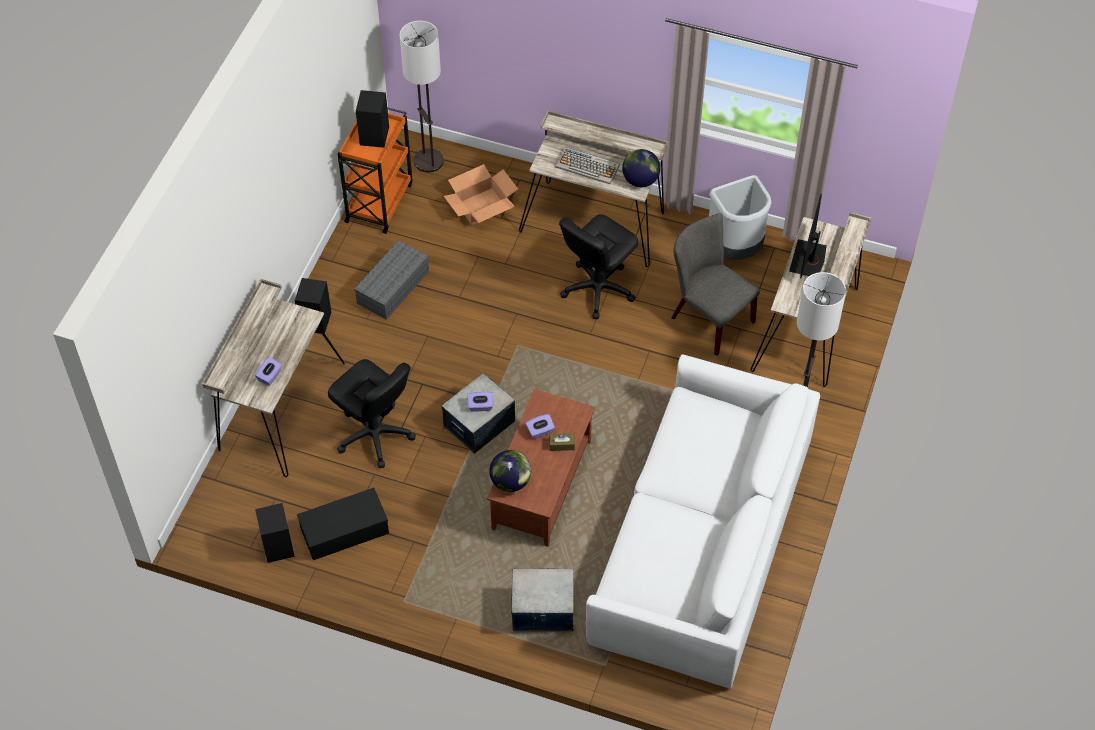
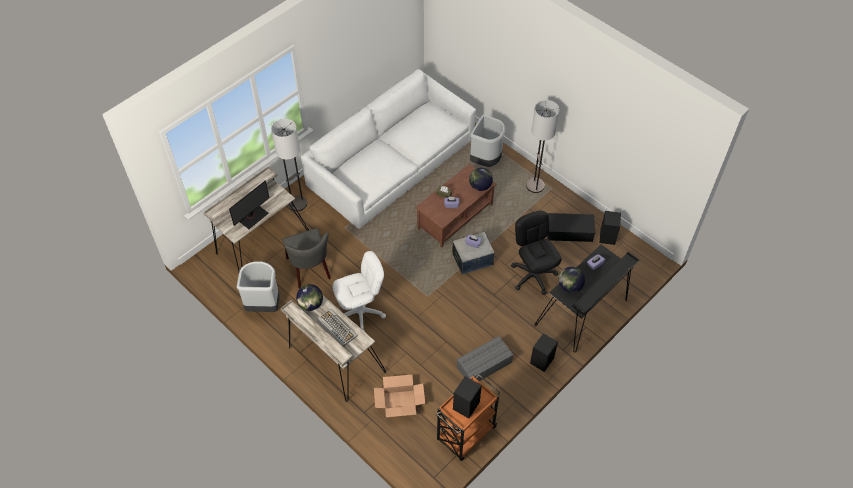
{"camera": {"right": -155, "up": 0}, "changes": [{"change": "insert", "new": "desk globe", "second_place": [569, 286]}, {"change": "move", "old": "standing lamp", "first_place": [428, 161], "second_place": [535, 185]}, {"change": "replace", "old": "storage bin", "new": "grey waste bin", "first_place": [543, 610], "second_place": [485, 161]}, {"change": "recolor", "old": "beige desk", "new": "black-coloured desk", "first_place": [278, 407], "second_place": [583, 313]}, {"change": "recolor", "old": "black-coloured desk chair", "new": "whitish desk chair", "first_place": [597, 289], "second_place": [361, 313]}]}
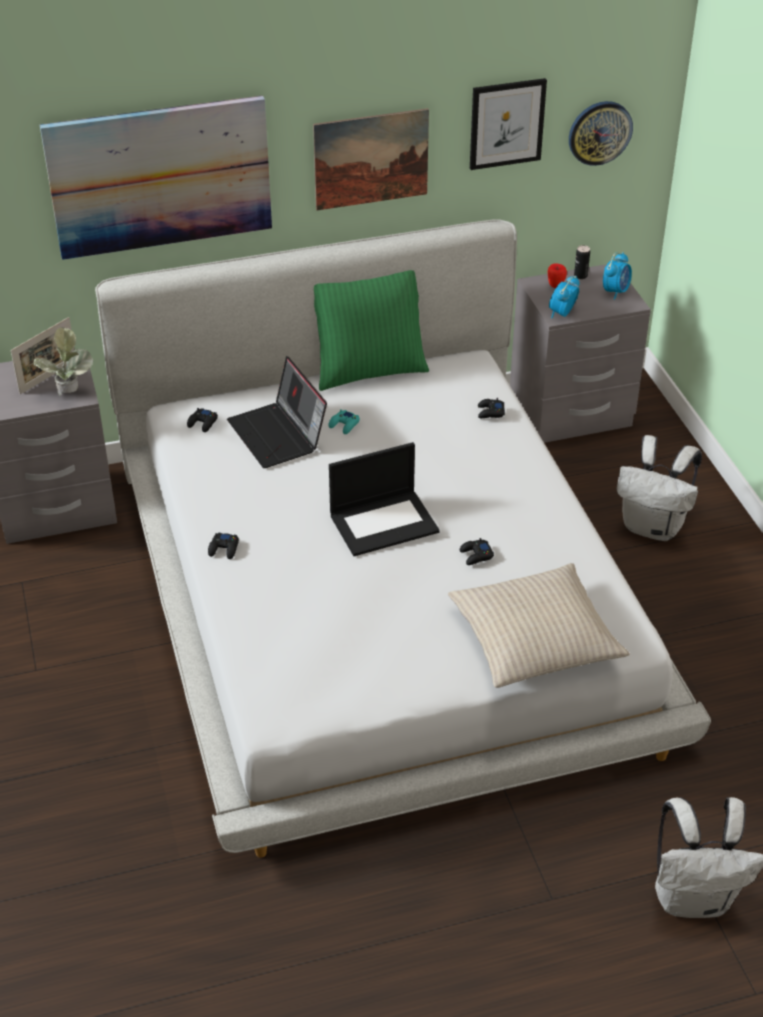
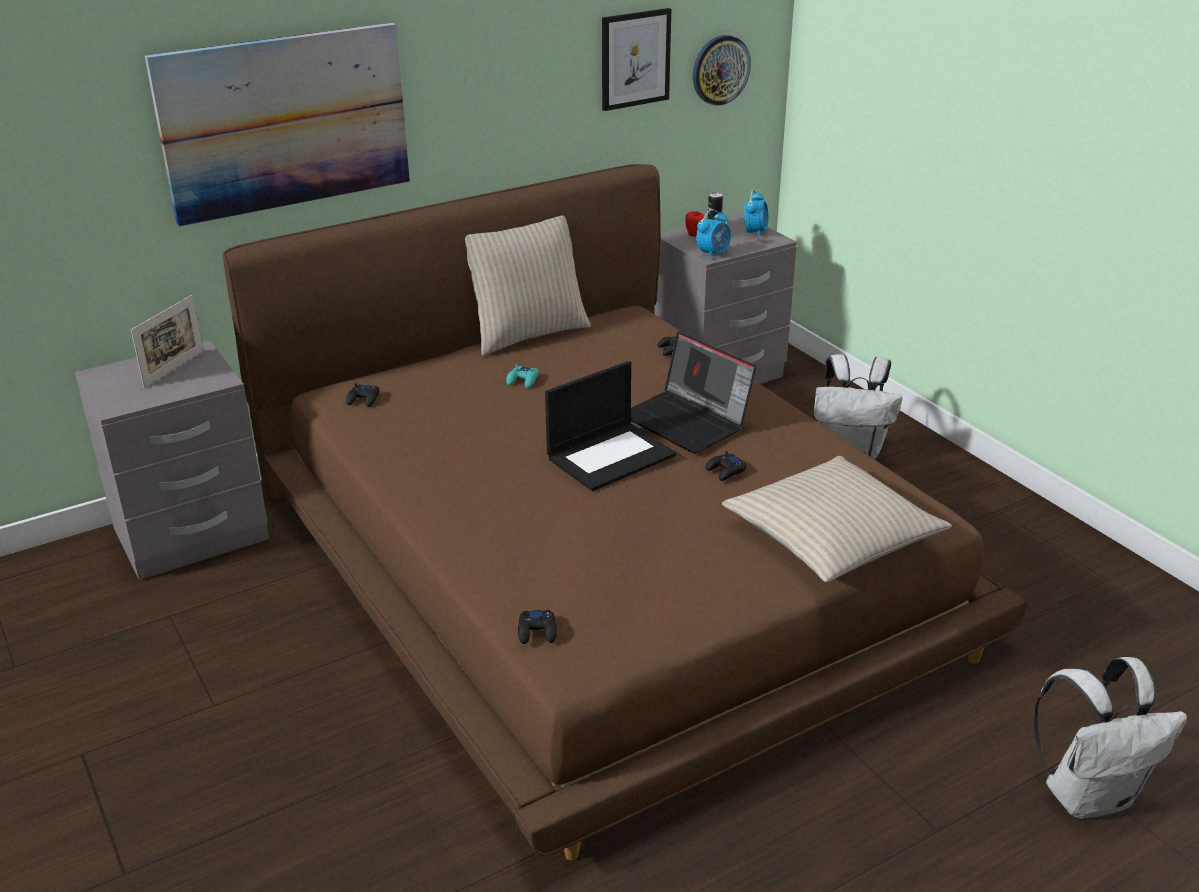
{"camera": {"right": -15, "up": -10}, "changes": [{"change": "delete", "old": "potted plant", "first_place": [70, 395]}, {"change": "delete", "old": "picture", "first_place": [371, 159]}, {"change": "move", "old": "black-coloured joypad", "first_place": [224, 549], "second_place": [537, 631]}, {"change": "move", "old": "portable computer", "first_place": [278, 435], "second_place": [688, 421]}, {"change": "recolor", "old": "whitish sleeping bed", "new": "brown sleeping bed", "first_place": [381, 598], "second_place": [600, 562]}, {"change": "recolor", "old": "greenish cushion", "new": "beige cushion", "first_place": [369, 370], "second_place": [527, 333]}, {"change": "rotate", "old": "alarm clock", "first_place": [562, 313], "second_place": [713, 254], "degrees": -150}]}
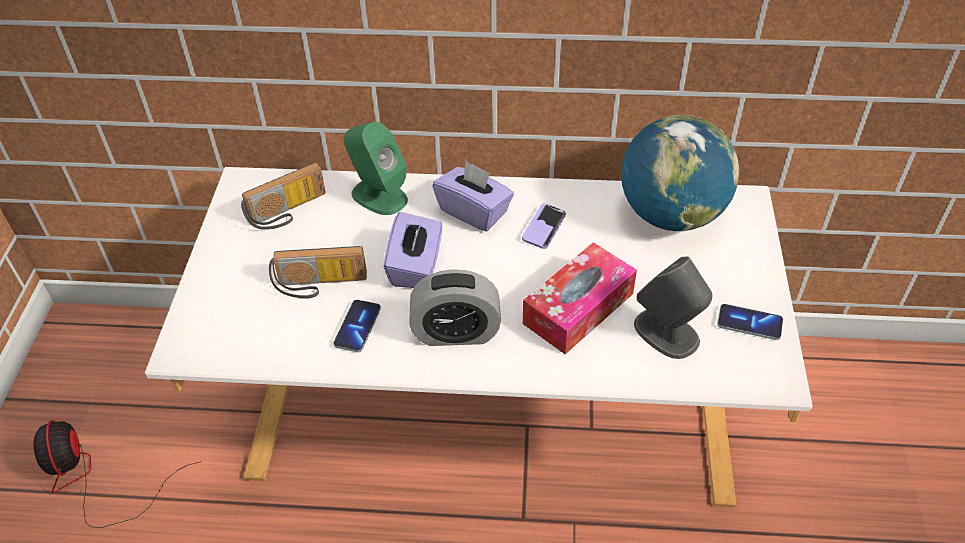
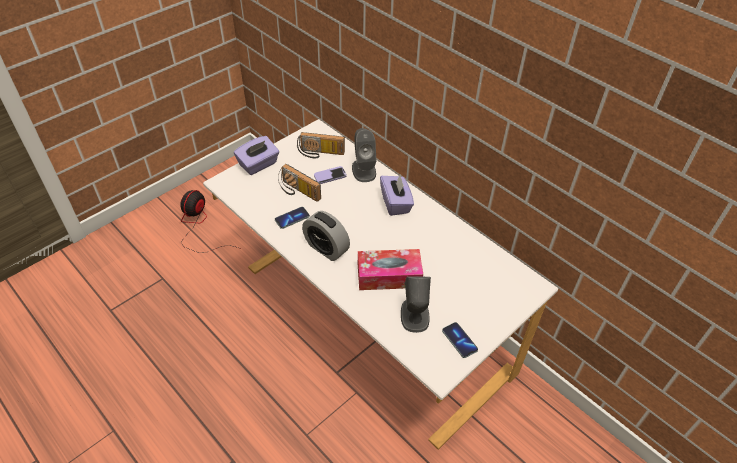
{"camera": {"right": 40, "up": 0}, "changes": [{"change": "delete", "old": "desk globe", "first_place": [671, 215]}, {"change": "move", "old": "purple-coloured tissue box", "first_place": [416, 267], "second_place": [258, 165]}, {"change": "move", "old": "phone", "first_place": [544, 227], "second_place": [330, 176]}, {"change": "recolor", "old": "greenish audio speaker", "new": "grey audio speaker", "first_place": [378, 196], "second_place": [363, 170]}]}
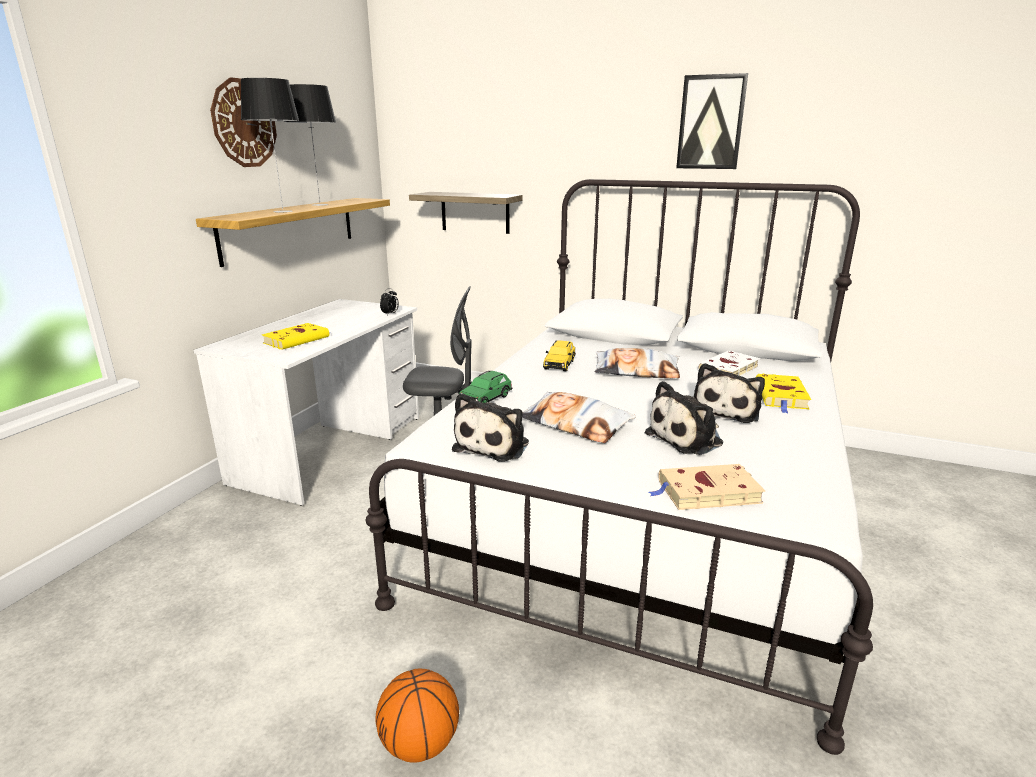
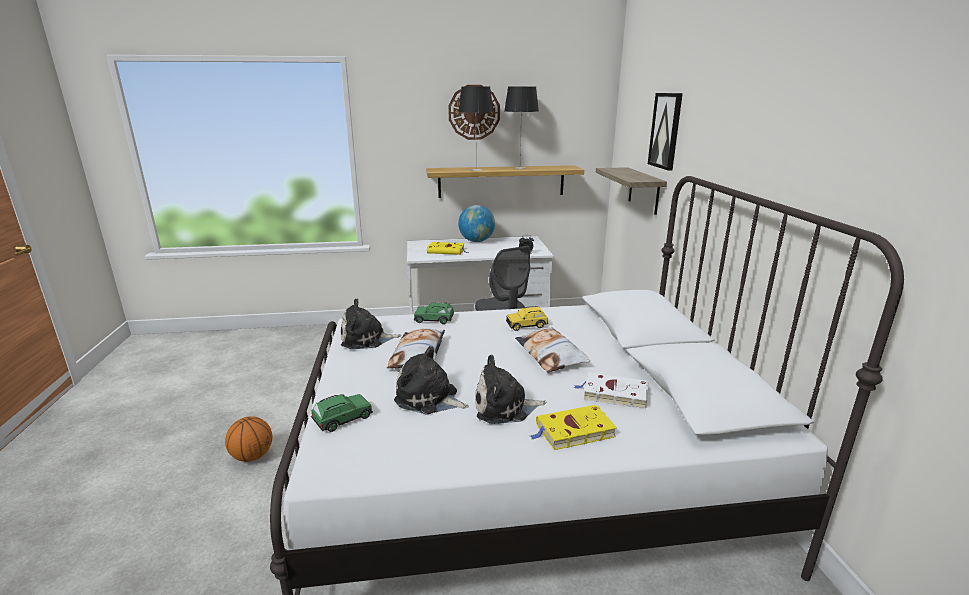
{"camera": {"right": 60, "up": 0}, "changes": [{"change": "insert", "new": "desk globe", "second_place": [476, 241]}, {"change": "move", "old": "picture", "first_place": [711, 122], "second_place": [666, 131]}, {"change": "replace", "old": "beige bound book", "new": "greenish model car", "first_place": [706, 492], "second_place": [342, 419]}]}
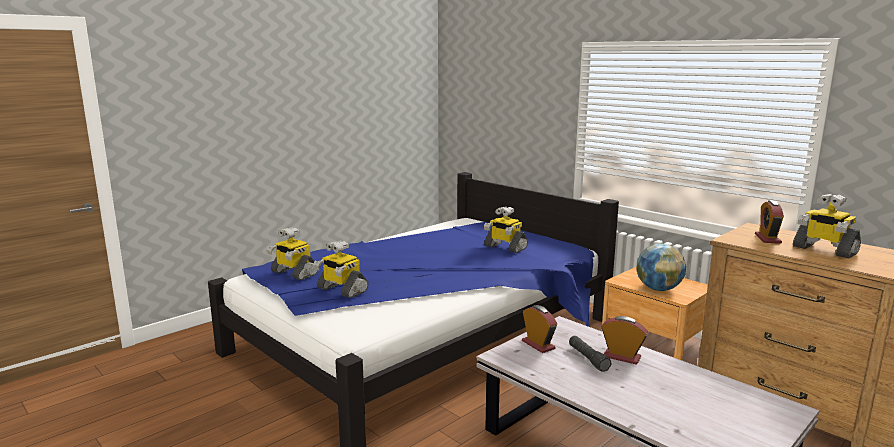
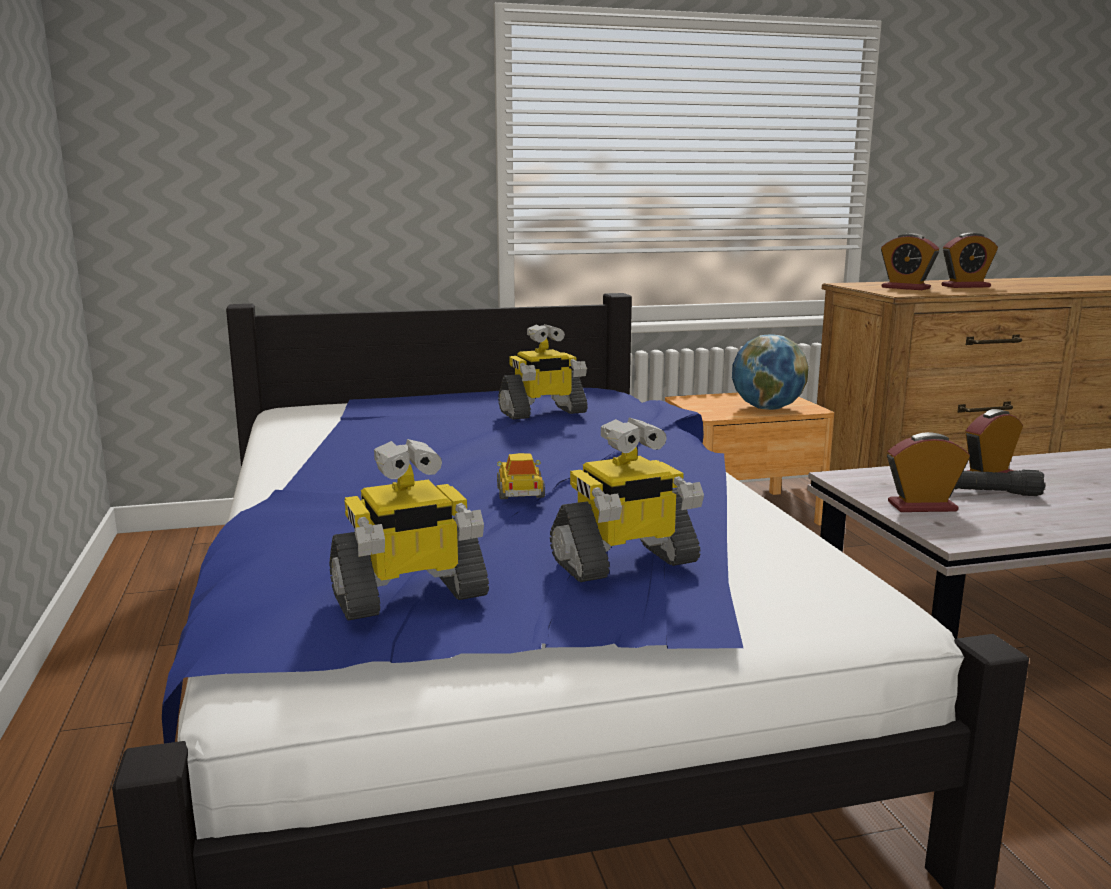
{"camera": {"right": -60, "up": 0}, "changes": [{"change": "insert", "new": "model car", "second_place": [520, 492]}, {"change": "replace", "old": "robot figure", "new": "alarm clock", "first_place": [824, 250], "second_place": [965, 286]}]}
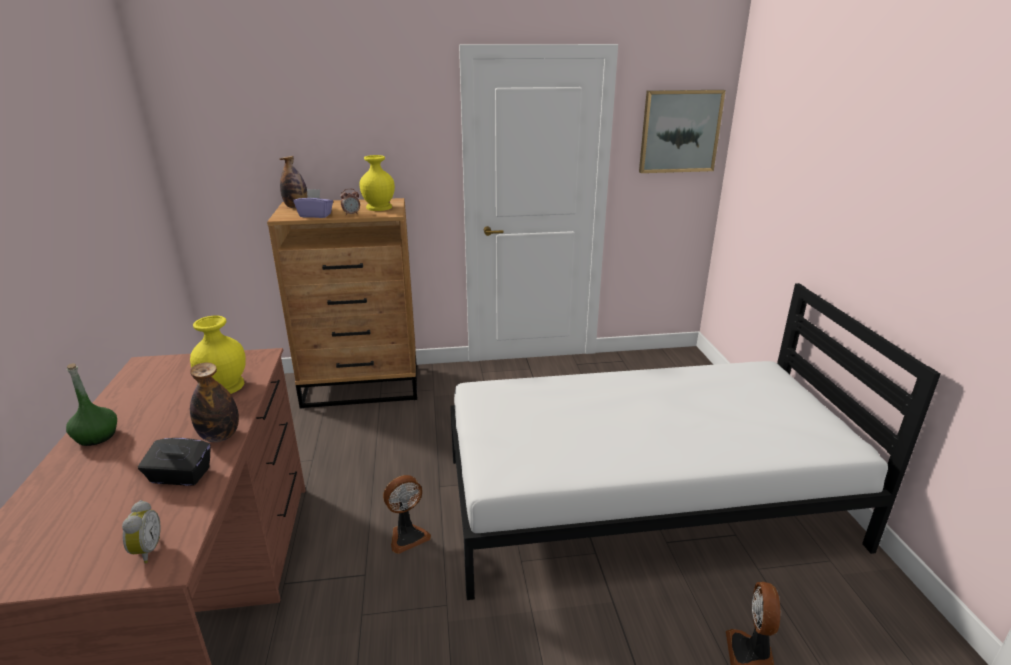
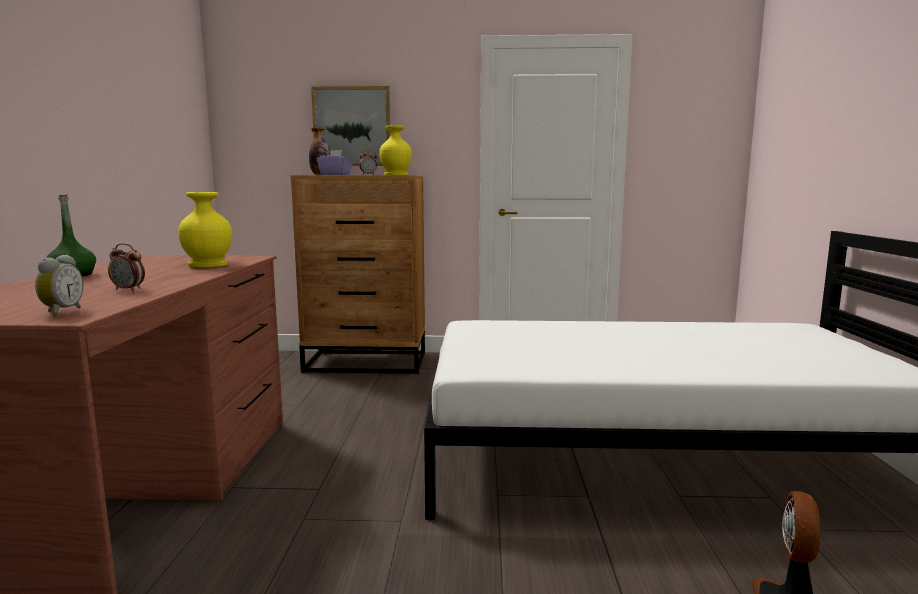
{"camera": {"right": 10, "up": -15}, "changes": [{"change": "delete", "old": "beverage bottle", "first_place": [220, 436]}, {"change": "delete", "old": "fan", "first_place": [407, 536]}, {"change": "move", "old": "picture", "first_place": [679, 131], "second_place": [352, 127]}, {"change": "replace", "old": "black-coloured tissue box", "new": "alarm clock", "first_place": [180, 476], "second_place": [128, 289]}]}
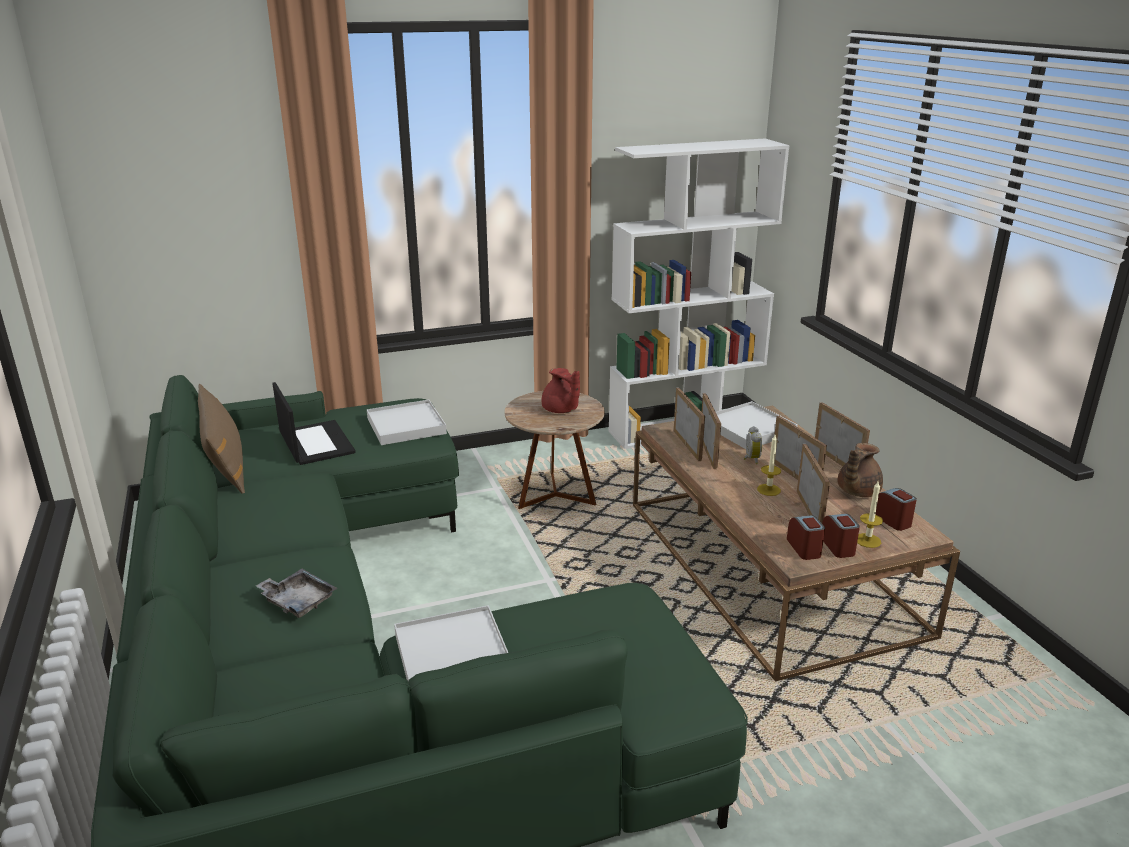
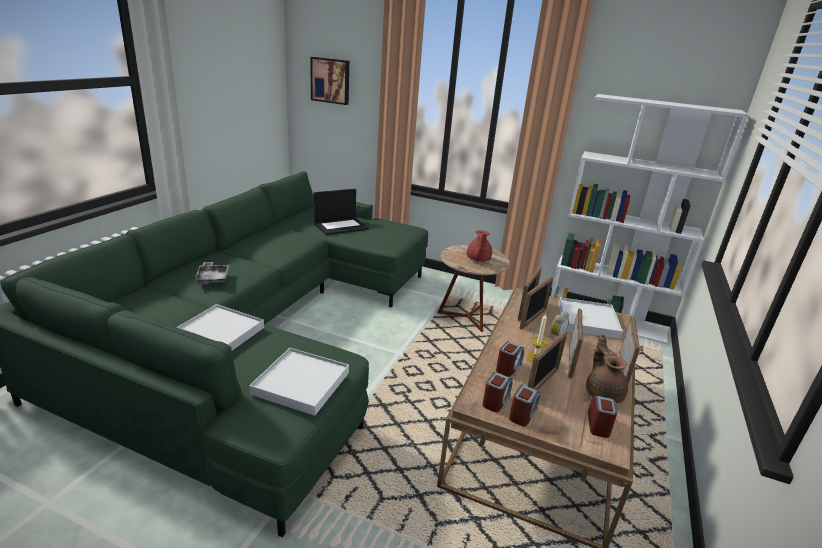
{"camera": {"right": 40, "up": 0}, "changes": [{"change": "delete", "old": "brown cushion", "first_place": [225, 465]}, {"change": "delete", "old": "wax candle", "first_place": [867, 540]}, {"change": "insert", "new": "picture", "second_place": [330, 80]}, {"change": "insert", "new": "alarm clock", "second_place": [508, 367]}, {"change": "move", "old": "whitish carrying tray", "first_place": [406, 426], "second_place": [301, 383]}, {"change": "rotate", "old": "portable computer", "first_place": [315, 443], "second_place": [341, 226], "degrees": 45}, {"change": "rotate", "old": "brown tea pot", "first_place": [856, 491], "second_place": [603, 393], "degrees": 90}]}
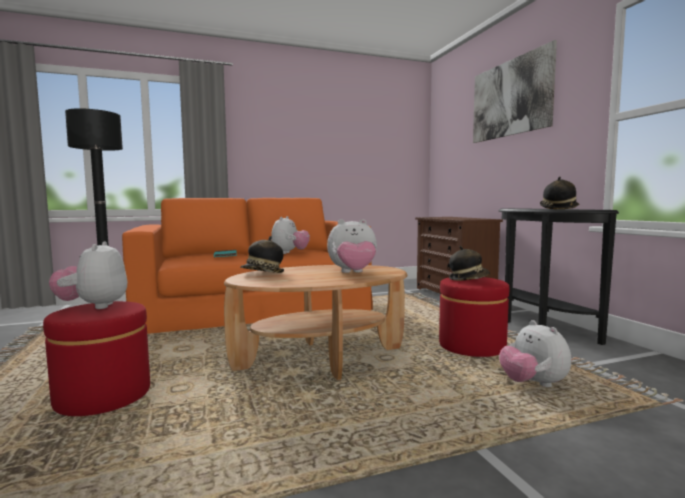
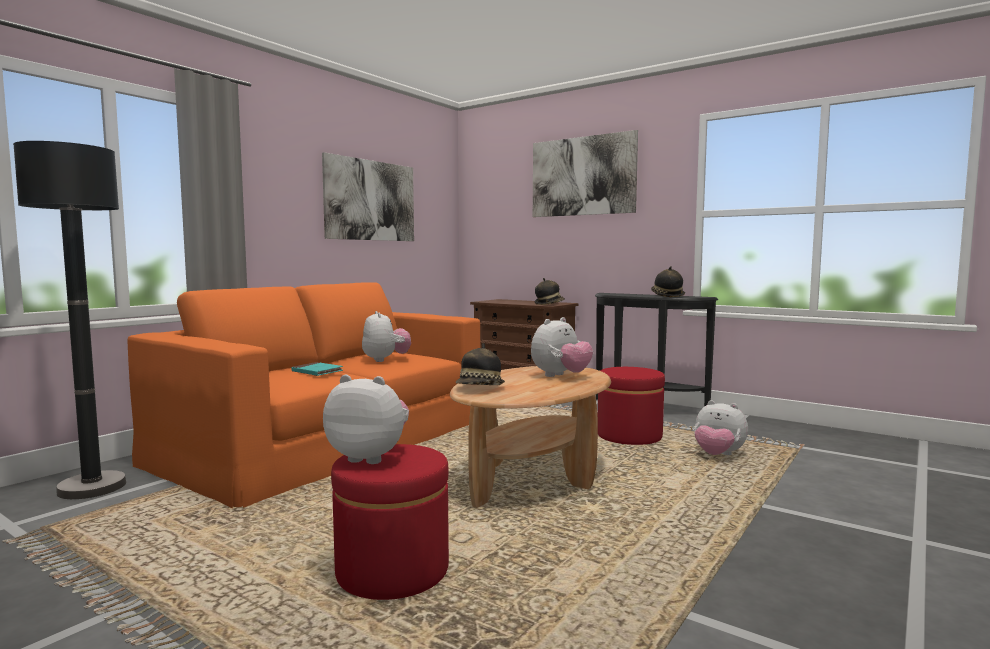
{"camera": {"right": -35, "up": 0}, "changes": [{"change": "insert", "new": "picture", "second_place": [370, 200]}, {"change": "move", "old": "clothing hat", "first_place": [468, 279], "second_place": [549, 304]}, {"change": "rotate", "old": "cuddly toy", "first_place": [94, 306], "second_place": [370, 457], "degrees": 150}]}
